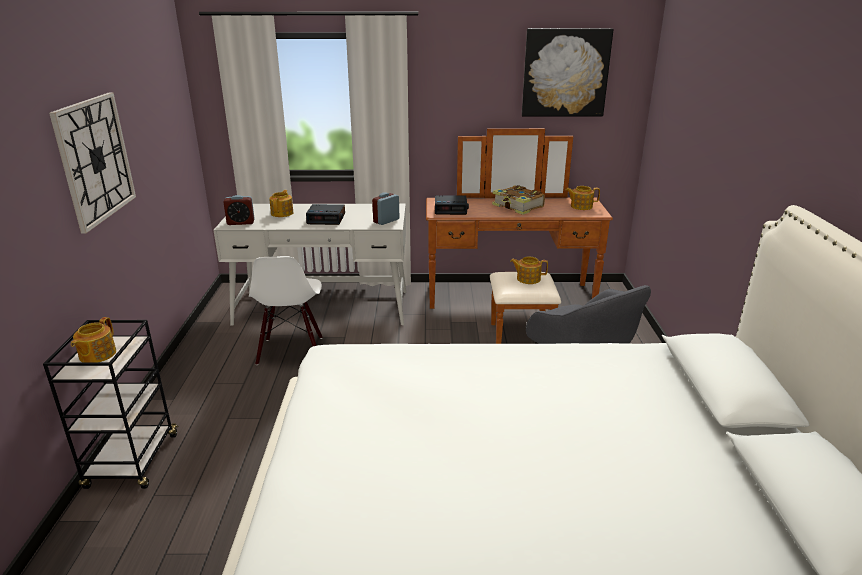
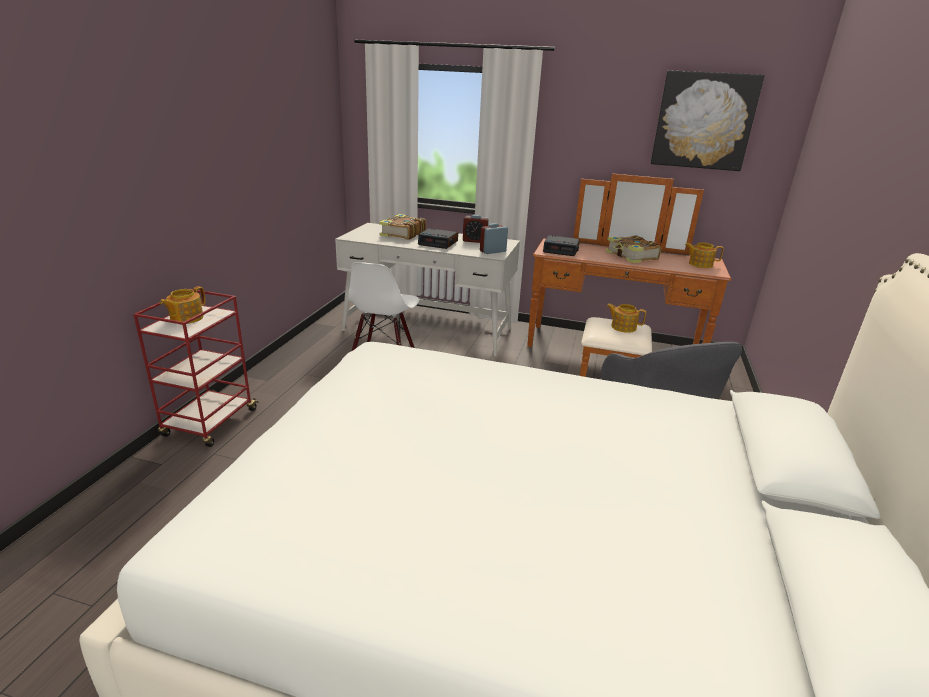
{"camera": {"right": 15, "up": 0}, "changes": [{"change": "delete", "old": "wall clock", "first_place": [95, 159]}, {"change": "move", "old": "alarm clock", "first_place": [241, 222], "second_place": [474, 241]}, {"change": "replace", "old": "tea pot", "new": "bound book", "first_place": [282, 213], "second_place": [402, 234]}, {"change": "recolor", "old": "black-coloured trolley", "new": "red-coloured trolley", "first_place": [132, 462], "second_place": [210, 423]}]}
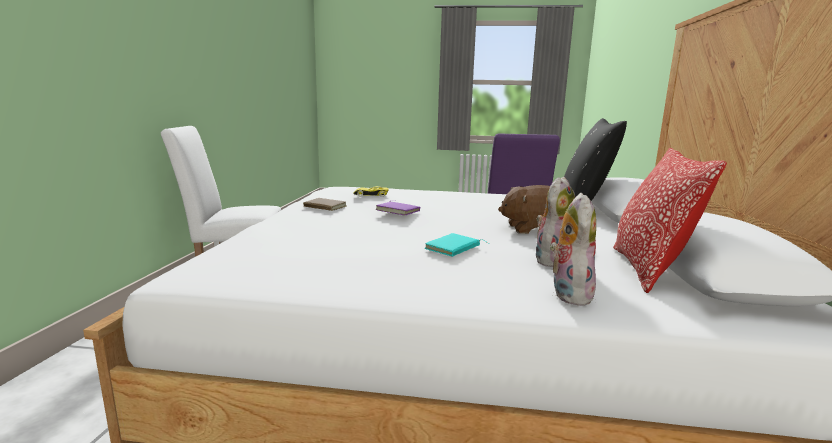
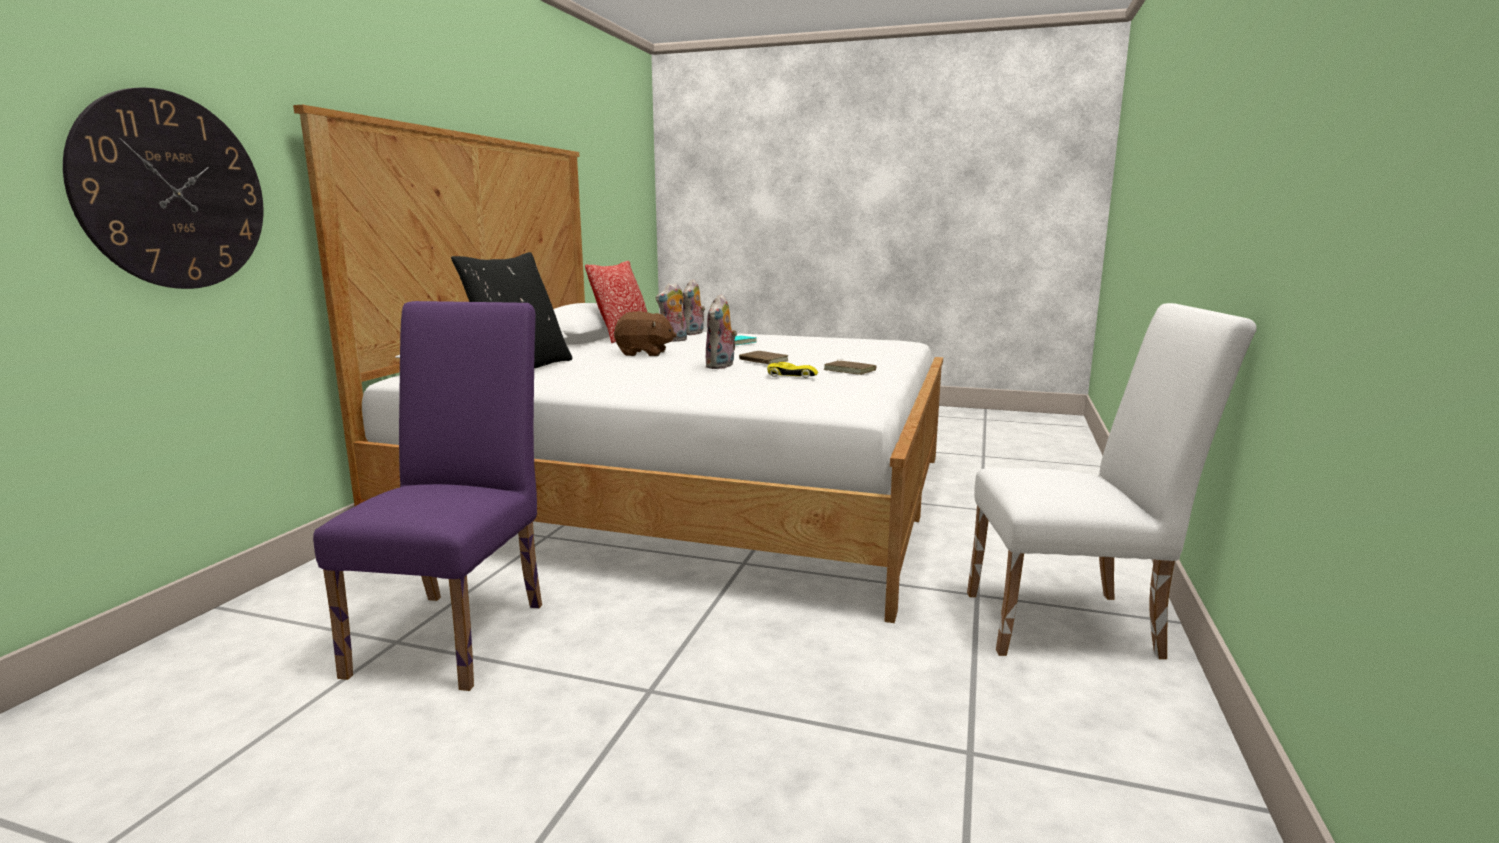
{"camera": {"right": -170, "up": 0}, "changes": [{"change": "insert", "new": "wall clock", "second_place": [172, 191]}, {"change": "insert", "new": "cuddly toy", "second_place": [721, 366]}, {"change": "recolor", "old": "purple-coloured bound book", "new": "brown bound book", "first_place": [398, 210], "second_place": [762, 361]}]}
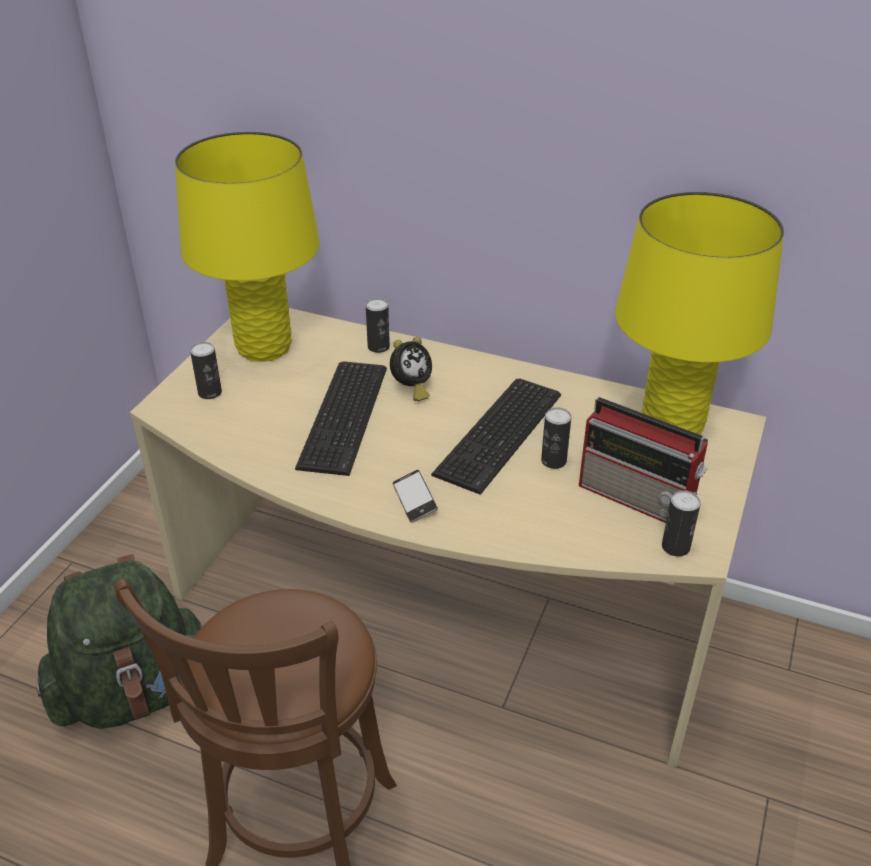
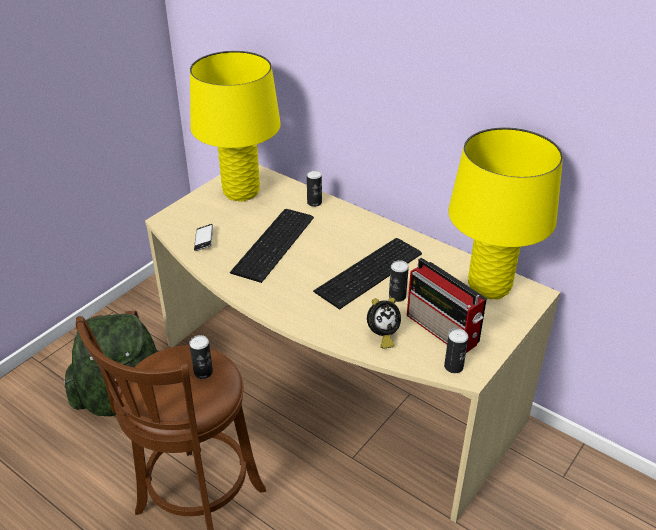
{"camera": {"right": 15, "up": 0}, "changes": [{"change": "move", "old": "metal can", "first_place": [210, 393], "second_place": [203, 372]}, {"change": "move", "old": "alarm clock", "first_place": [411, 389], "second_place": [382, 336]}, {"change": "move", "old": "phone", "first_place": [414, 500], "second_place": [204, 240]}]}
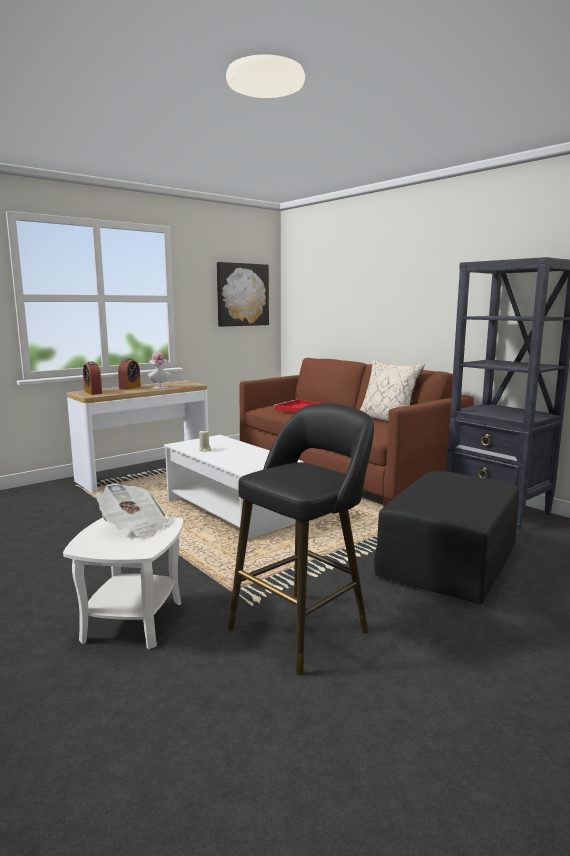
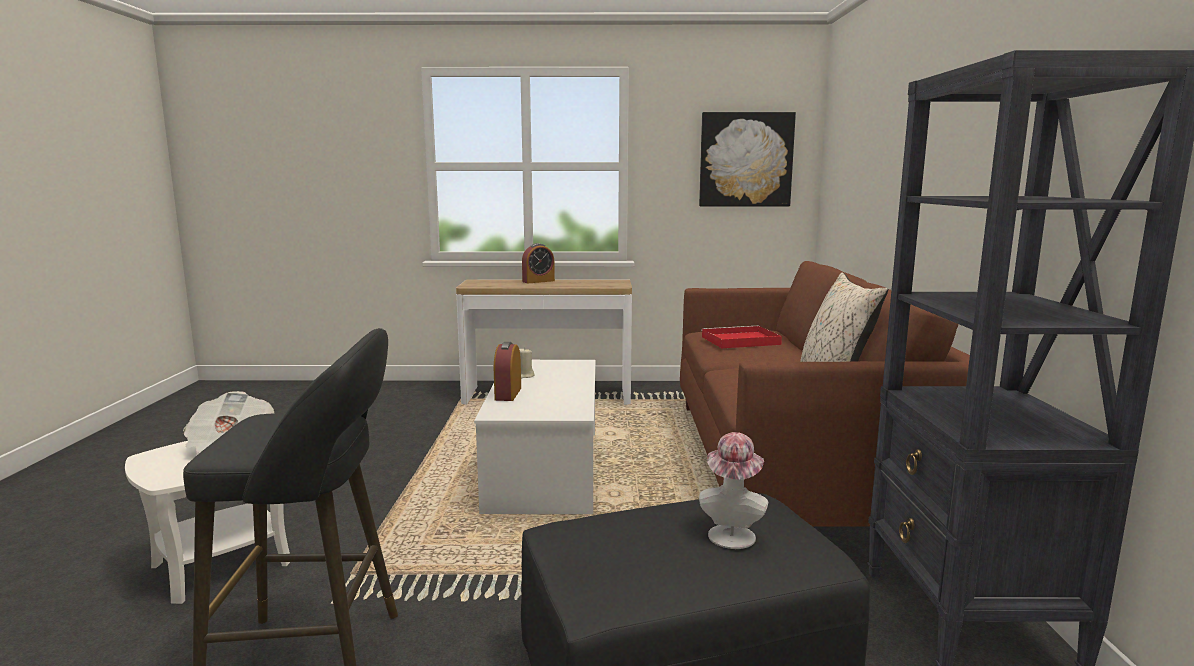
{"camera": {"right": 40, "up": 0}, "changes": [{"change": "move", "old": "alarm clock", "first_place": [93, 392], "second_place": [508, 394]}, {"change": "move", "old": "clothing hat", "first_place": [159, 387], "second_place": [731, 533]}]}
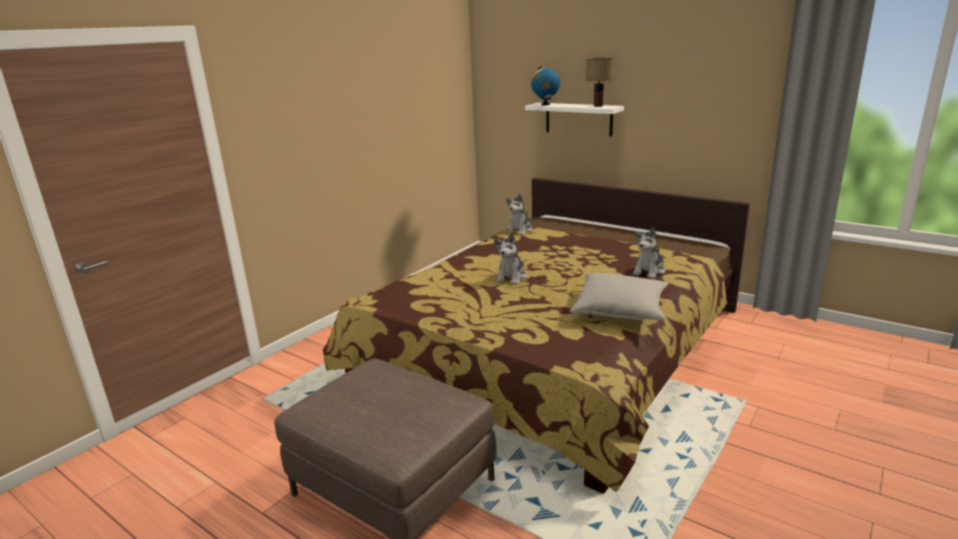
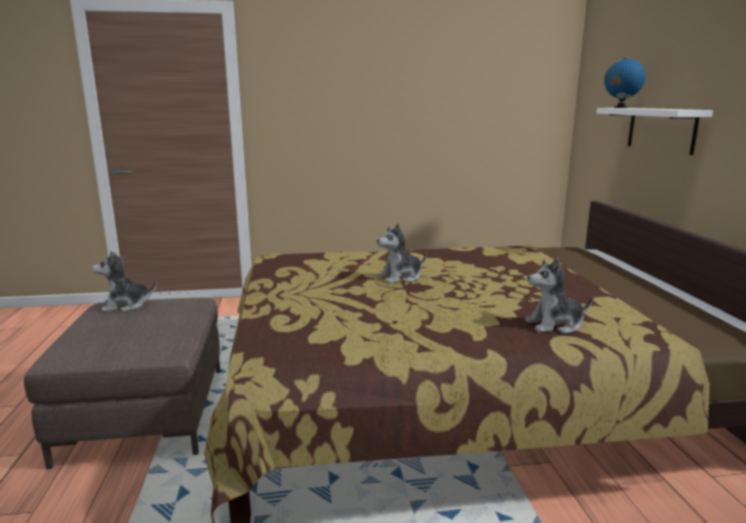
{"camera": {"right": 45, "up": -5}, "changes": [{"change": "delete", "old": "grey cushion", "first_place": [620, 310]}, {"change": "delete", "old": "lamp for a table", "first_place": [599, 106]}, {"change": "move", "old": "cuddly toy", "first_place": [520, 230], "second_place": [126, 305]}]}
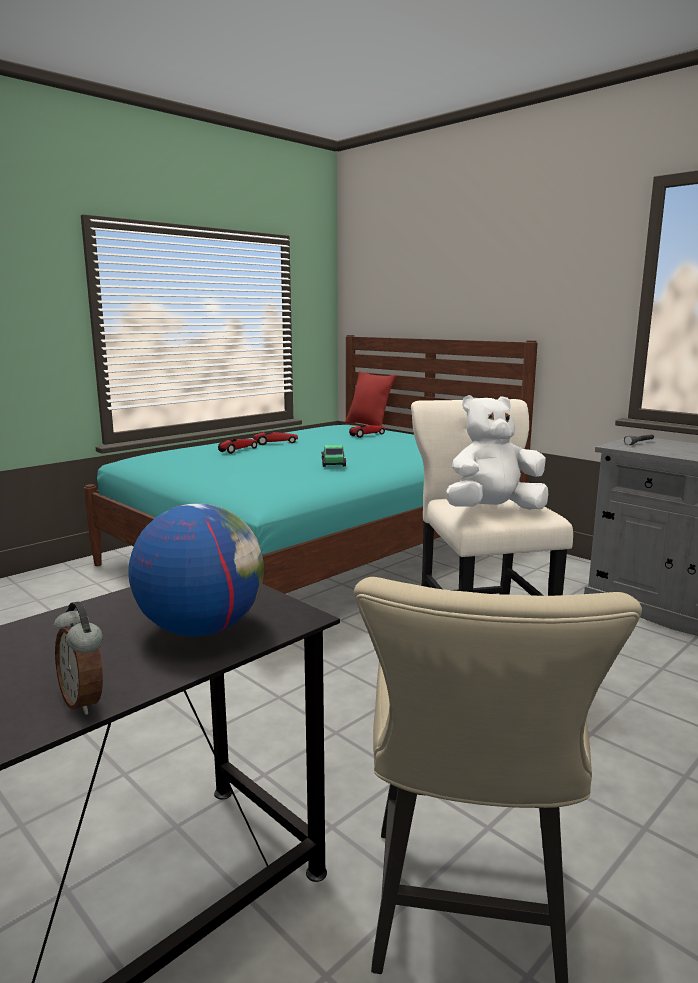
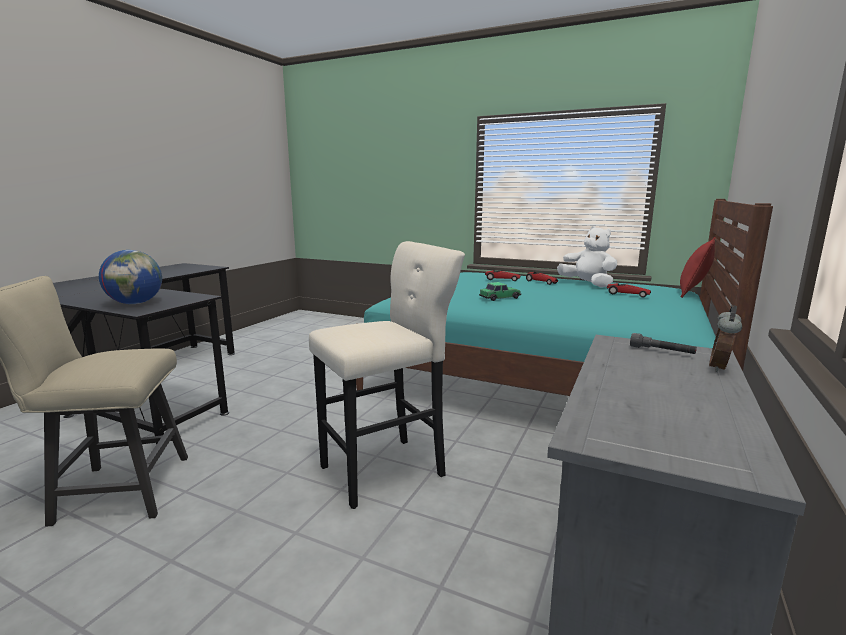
{"camera": {"right": 70, "up": 0}, "changes": [{"change": "move", "old": "alarm clock", "first_place": [85, 701], "second_place": [721, 368]}, {"change": "move", "old": "whitish cuddly toy", "first_place": [493, 511], "second_place": [587, 284]}]}
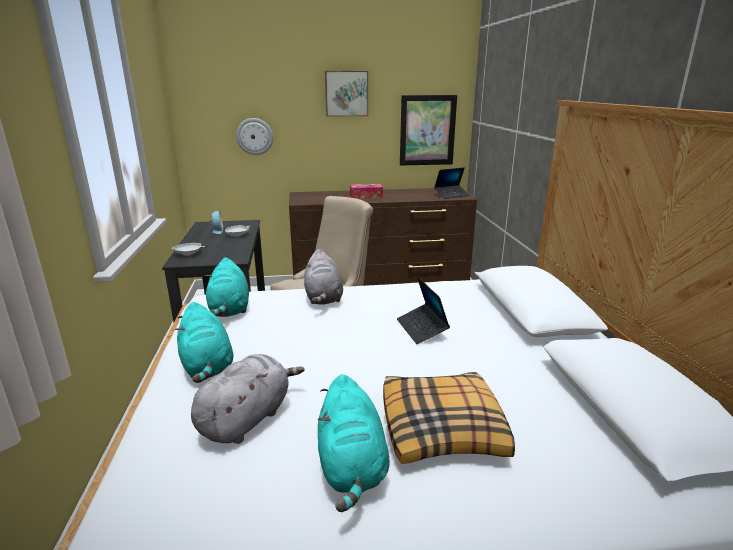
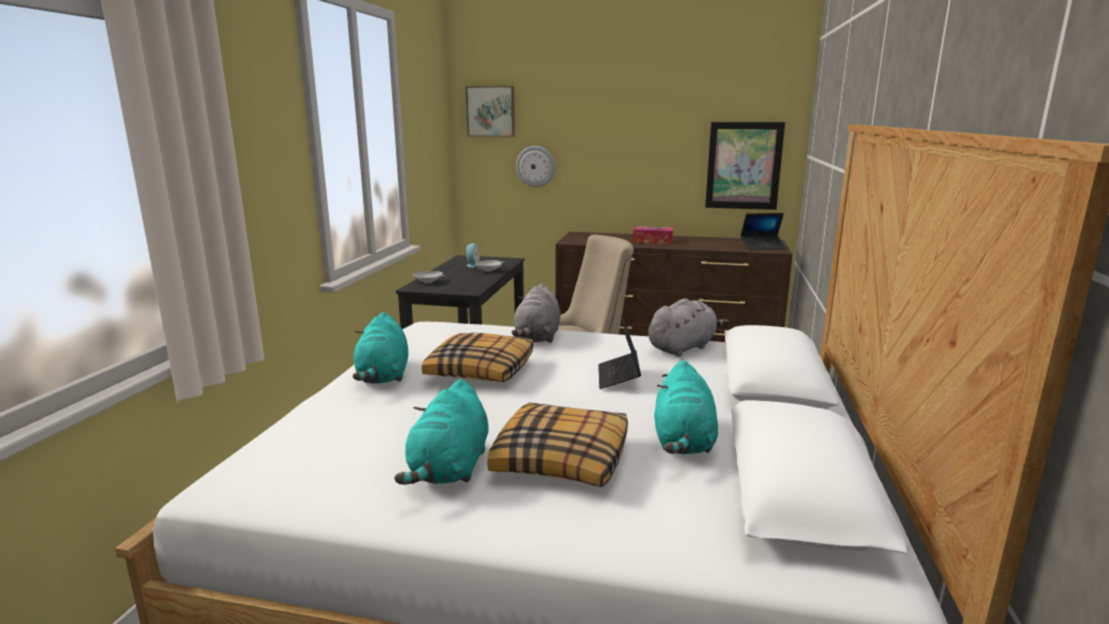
{"camera": {"right": 20, "up": -5}, "changes": [{"change": "insert", "new": "cushion", "second_place": [481, 370]}, {"change": "move", "old": "grey cuddly toy", "first_place": [247, 418], "second_place": [683, 347]}, {"change": "move", "old": "blue-green cuddly toy", "first_place": [229, 309], "second_place": [683, 442]}, {"change": "move", "old": "picture", "first_place": [346, 93], "second_place": [491, 111]}]}
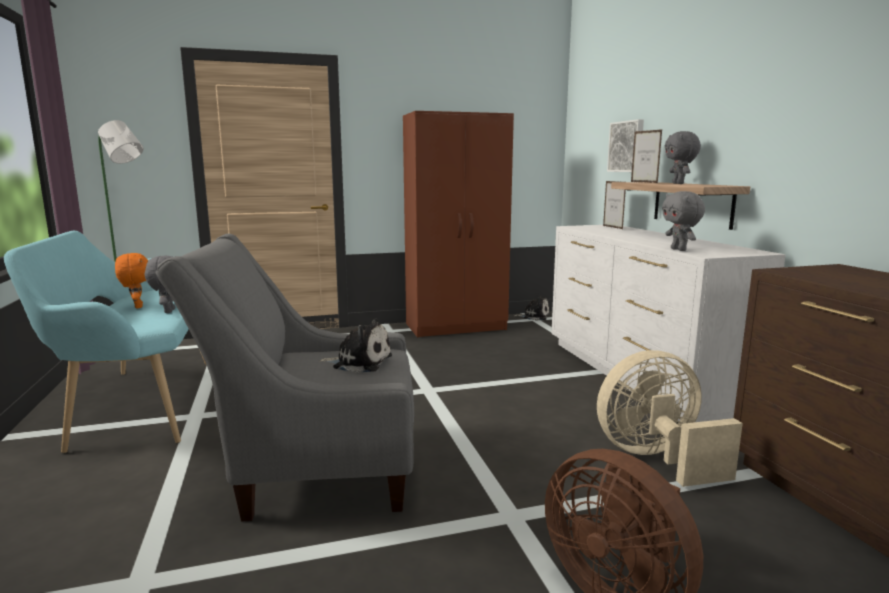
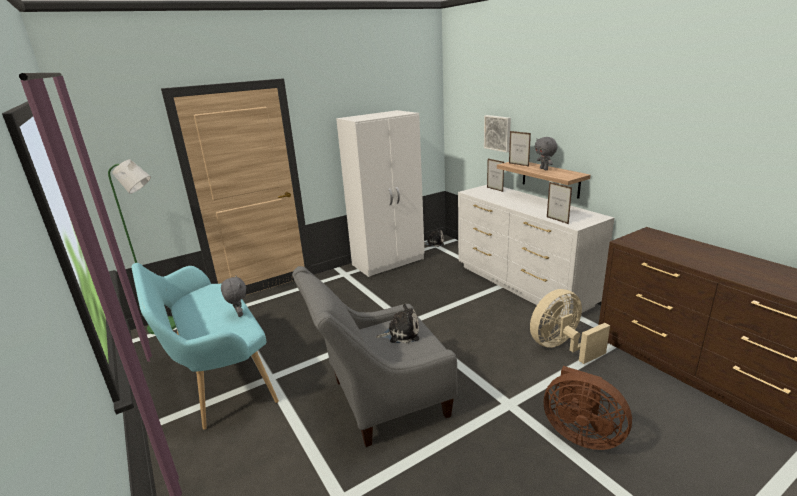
{"camera": {"right": -15, "up": 10}, "changes": [{"change": "delete", "old": "orange cuddly toy", "first_place": [137, 306]}, {"change": "replace", "old": "grey cuddly toy", "new": "photo frame", "first_place": [679, 250], "second_place": [557, 220]}, {"change": "recolor", "old": "brown clothes cupboard", "new": "whitish clothes cupboard", "first_place": [457, 327], "second_place": [389, 262]}]}
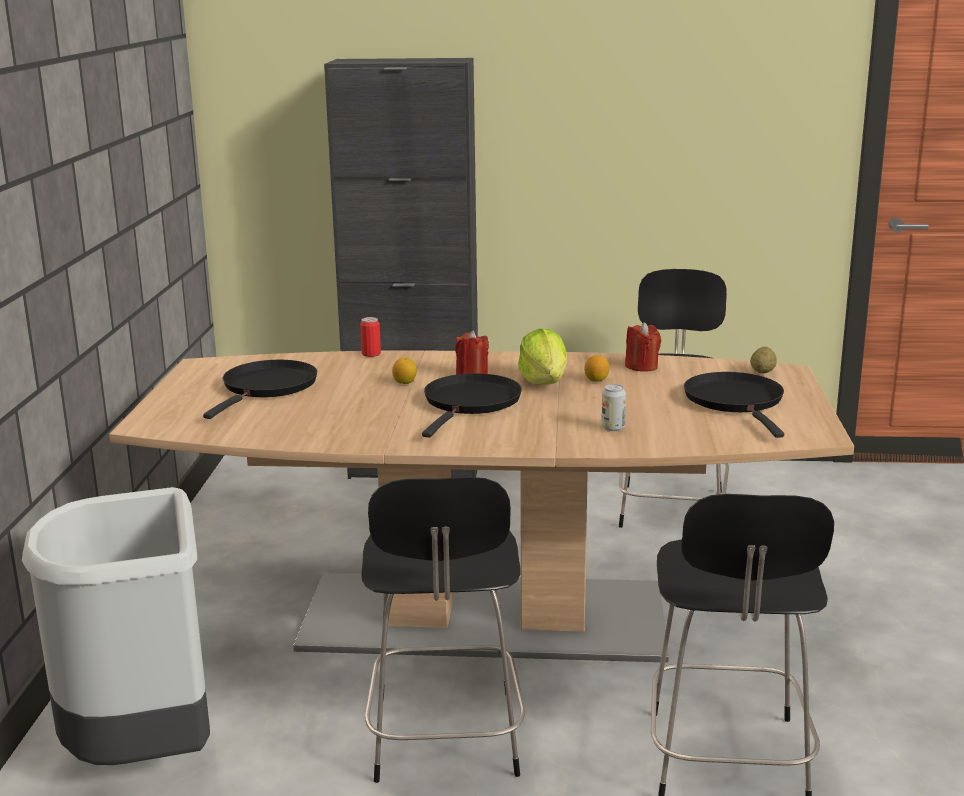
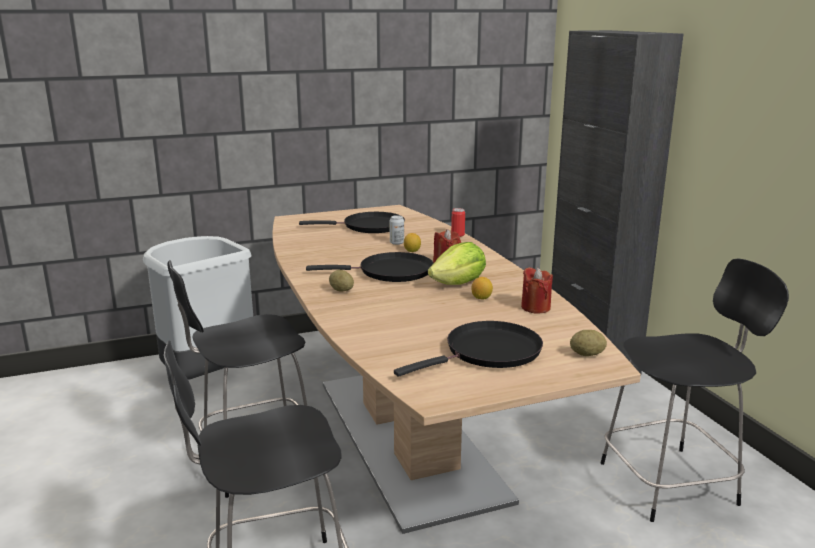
{"camera": {"right": 65, "up": 0}, "changes": [{"change": "insert", "new": "potato", "second_place": [341, 290]}, {"change": "move", "old": "metal can", "first_place": [613, 428], "second_place": [397, 243]}]}
